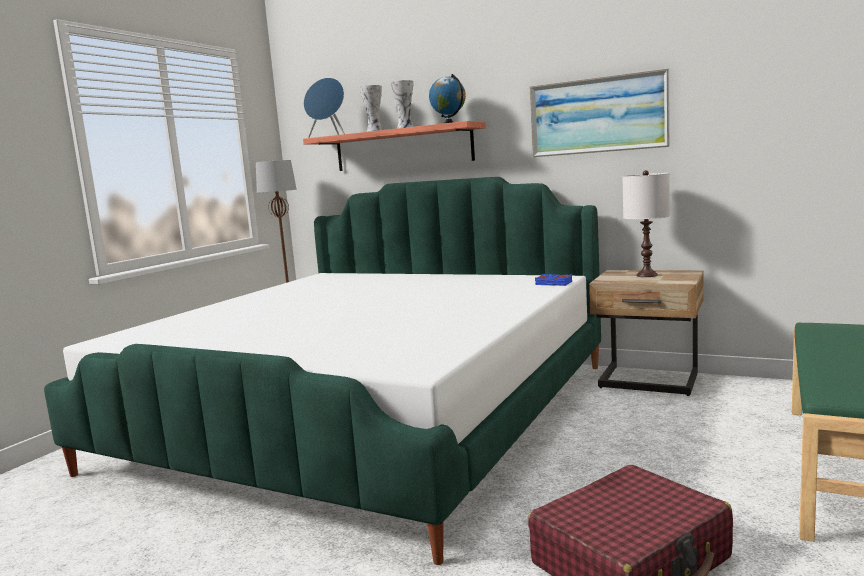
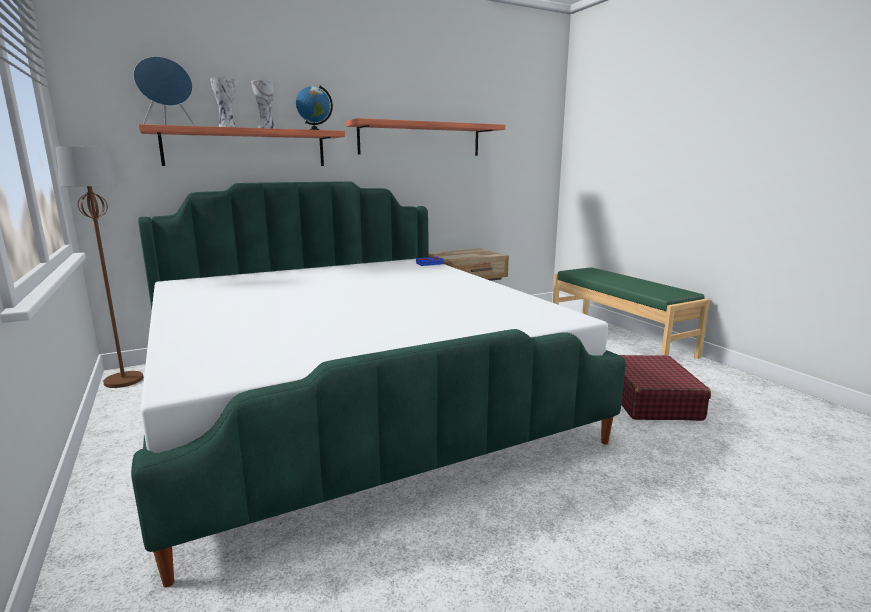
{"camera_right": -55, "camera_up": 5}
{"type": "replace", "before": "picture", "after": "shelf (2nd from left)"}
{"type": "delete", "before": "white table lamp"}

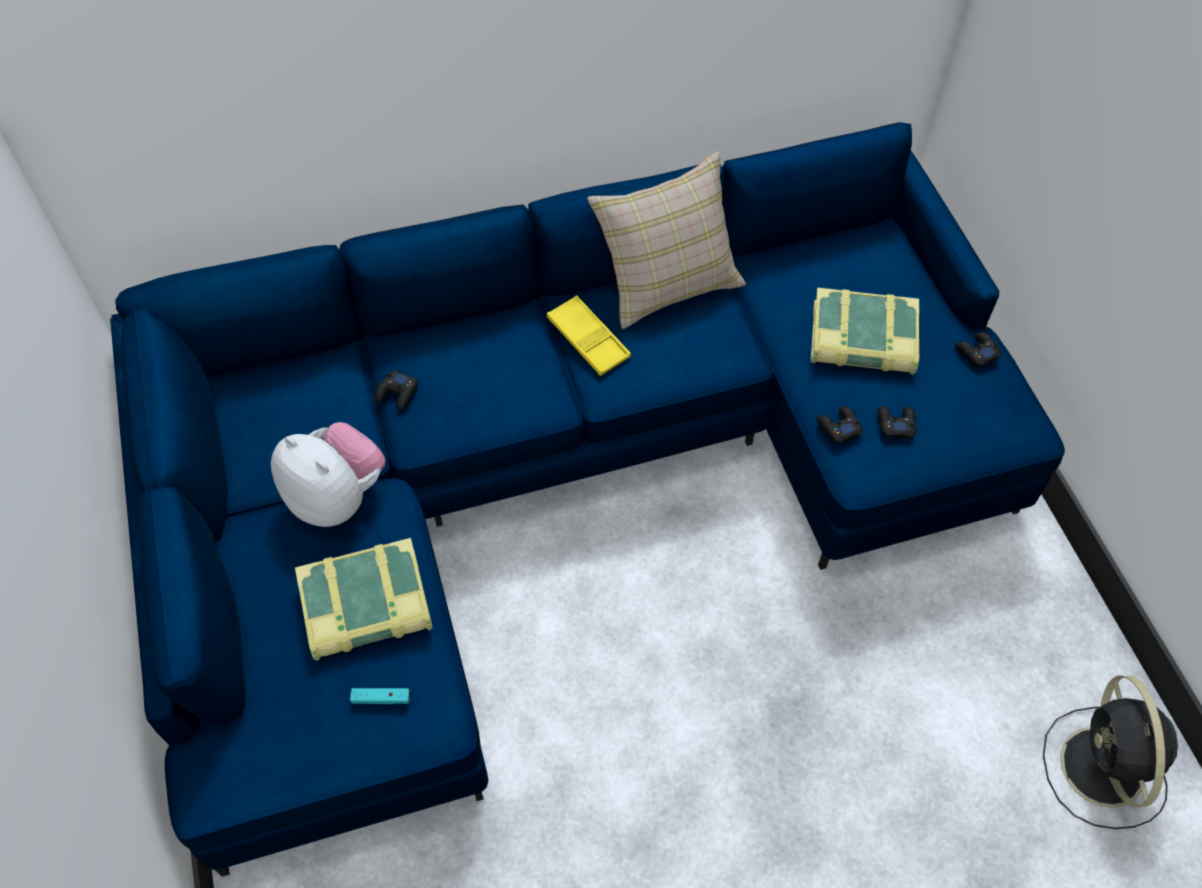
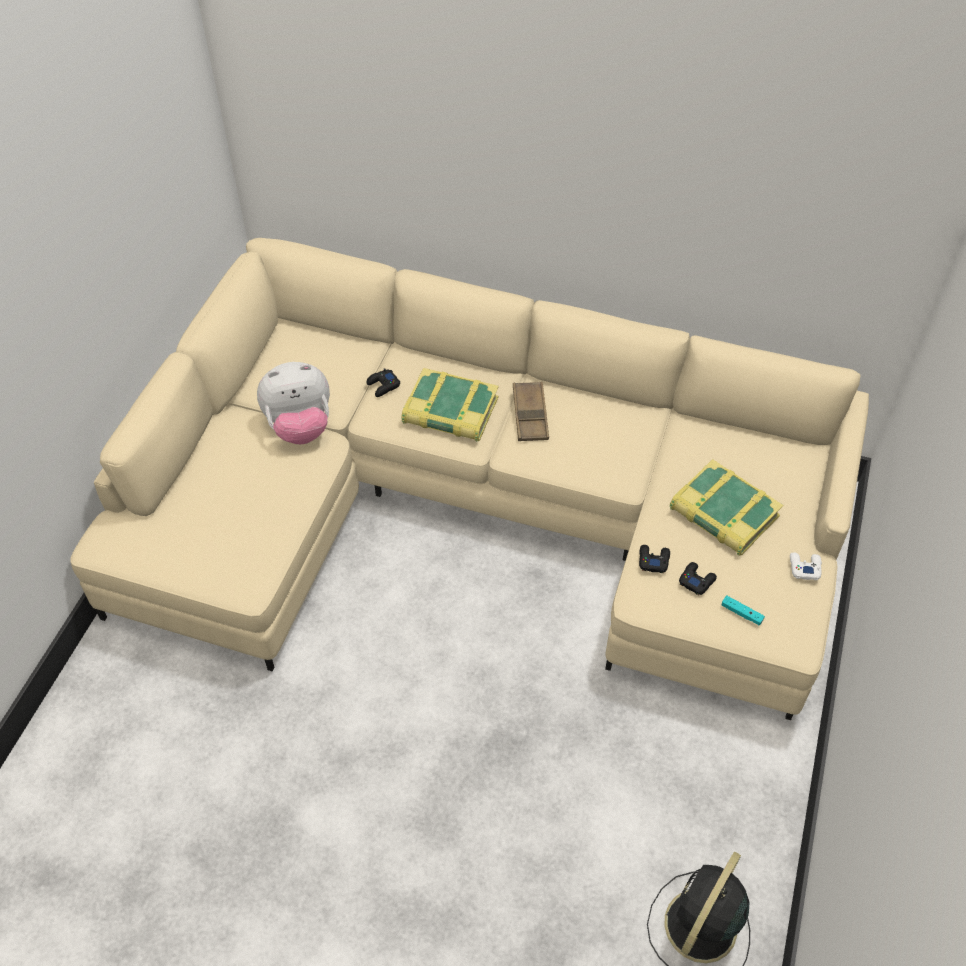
{"camera_right": 35, "camera_up": -5}
{"type": "recolor", "before": "blue sofa", "after": "beige sofa"}
{"type": "rotate", "before": "plush toy", "turn": 90}
{"type": "move", "before": "book (1st from left)"}
{"type": "recolor", "before": "yellow tray", "after": "brown tray"}
{"type": "move", "before": "turquoise game controller"}
{"type": "recolor", "before": "black game controller (4th from left)", "after": "white game controller"}
{"type": "delete", "before": "beige pillow"}

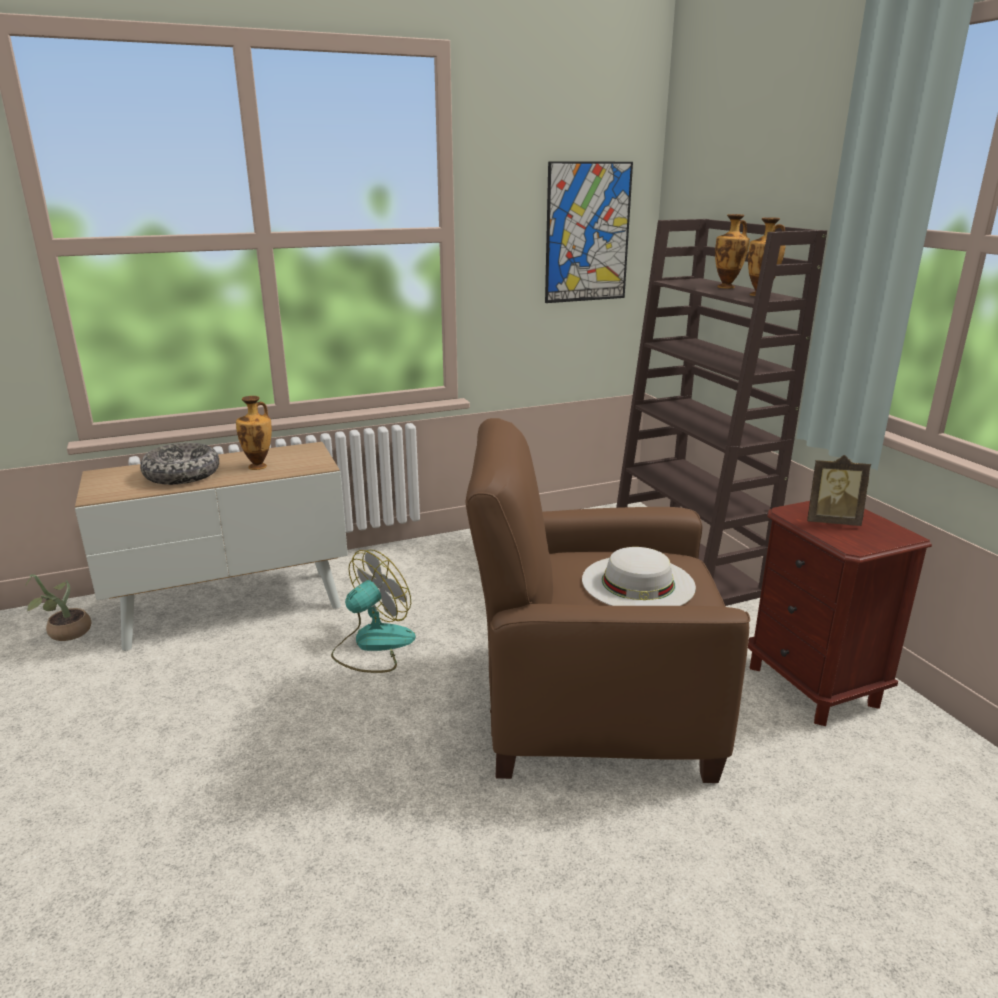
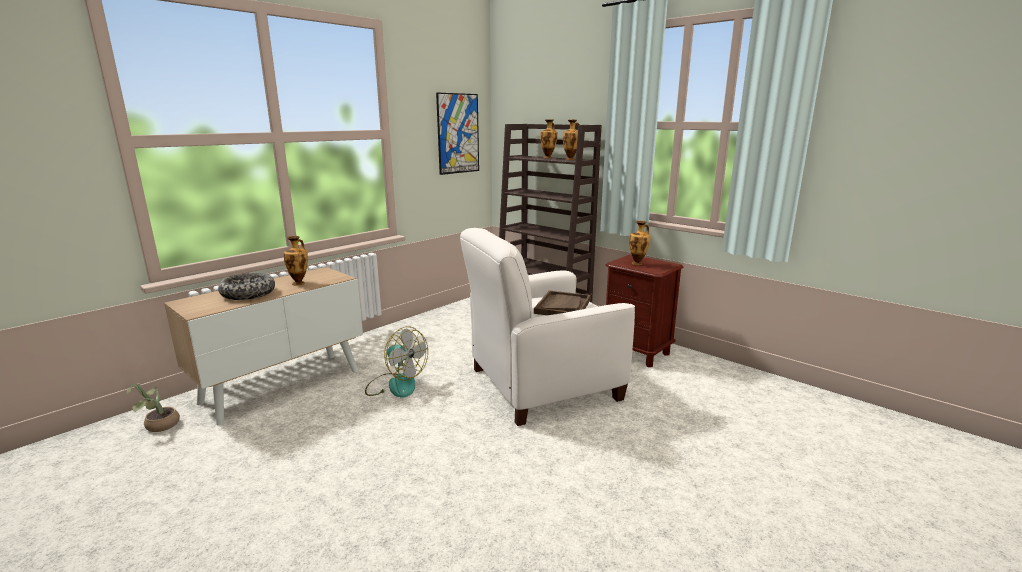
{"camera_right": -25, "camera_up": -5}
{"type": "rotate", "before": "fan", "turn": 105}
{"type": "recolor", "before": "brown armchair", "after": "white armchair"}
{"type": "replace", "before": "white hat", "after": "brown tray"}
{"type": "replace", "before": "picture frame", "after": "vase (4th from left)"}

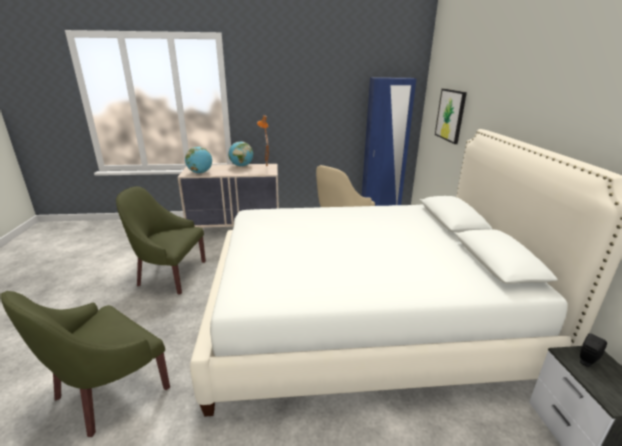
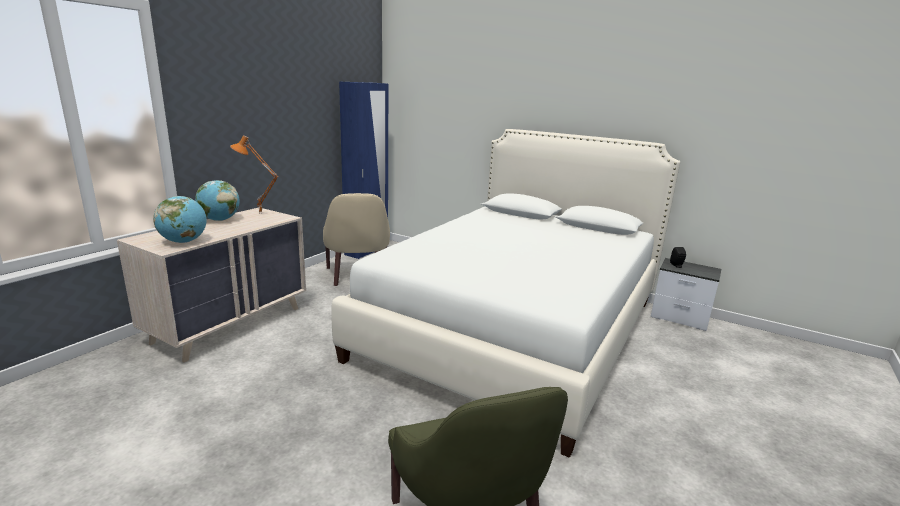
{"camera_right": -55, "camera_up": -5}
{"type": "delete", "before": "green armchair (2nd from left)"}
{"type": "delete", "before": "picture"}

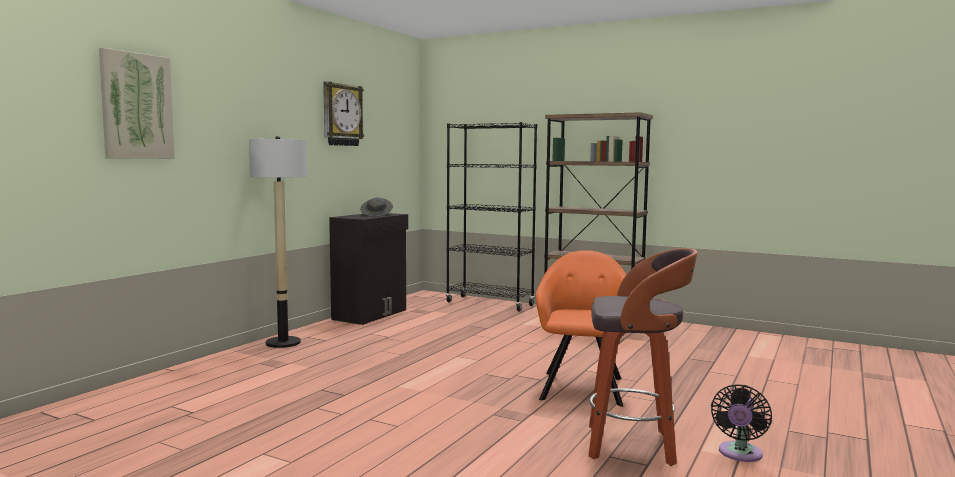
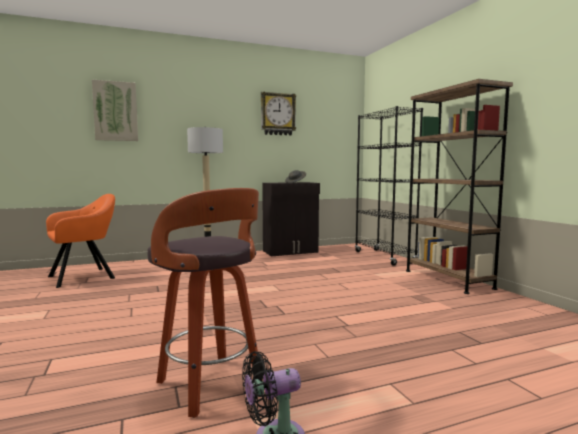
{"camera_right": 40, "camera_up": 0}
{"type": "move", "before": "orange armchair"}

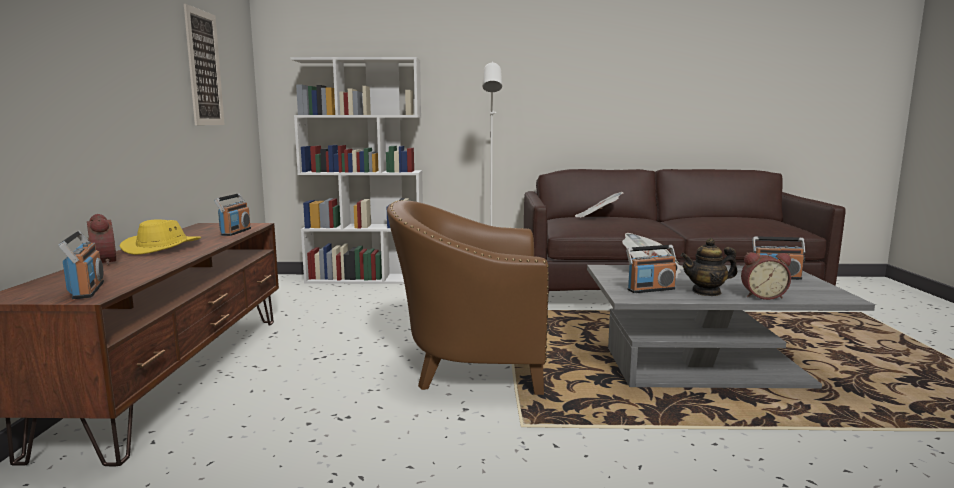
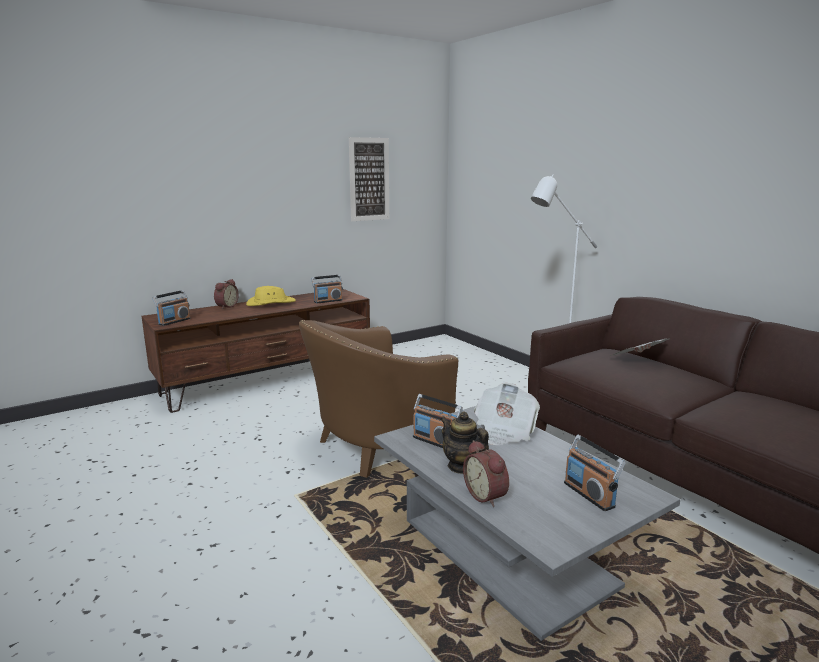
{"camera_right": 55, "camera_up": 5}
{"type": "rotate", "before": "brown armchair", "turn": -90}
{"type": "delete", "before": "white bookcase"}

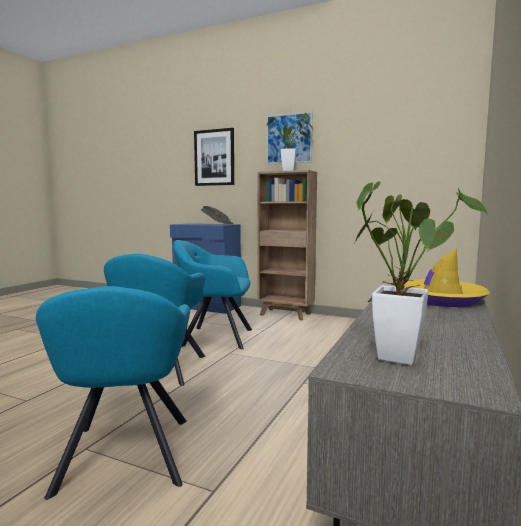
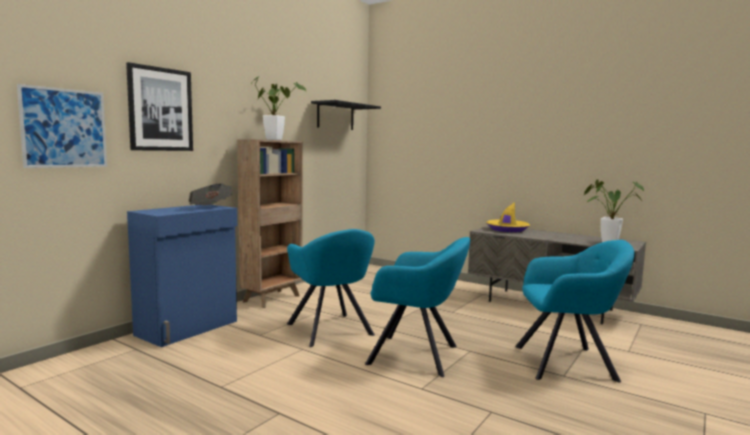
{"camera_right": -80, "camera_up": 0}
{"type": "move", "before": "picture (2nd from left in the first image)", "after": "picture (1st from left)"}
{"type": "rotate", "before": "turquoise armchair (3rd from left in the first image)", "turn": -45}
{"type": "insert", "after": "black shelf"}

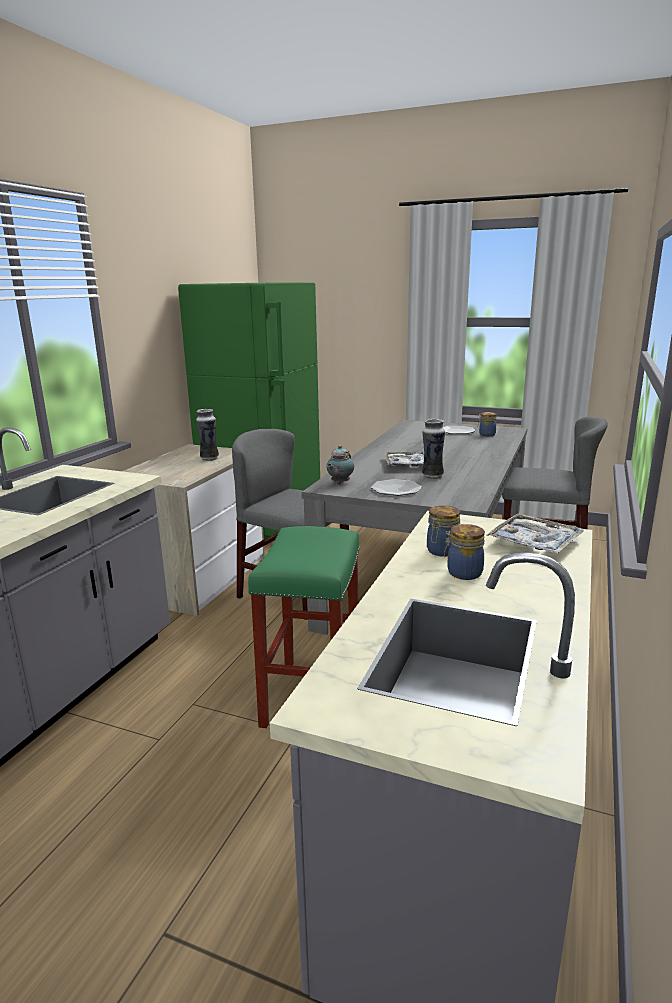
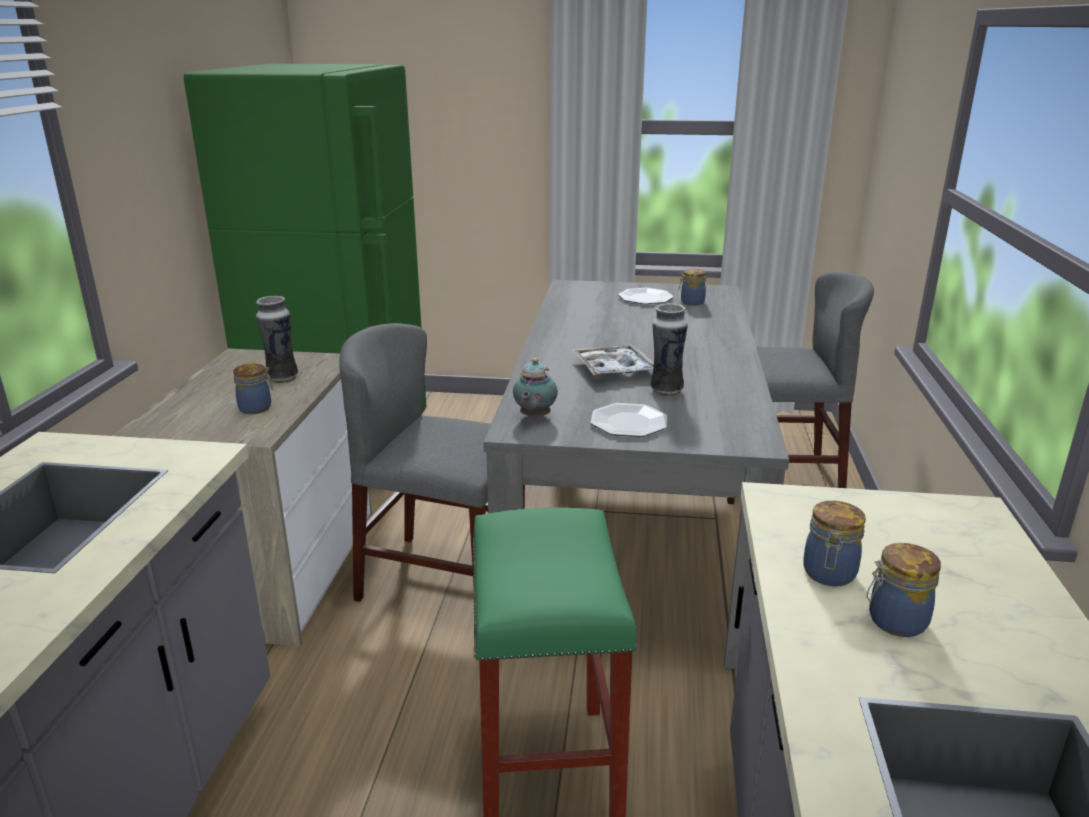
{"camera_right": -15, "camera_up": 5}
{"type": "insert", "after": "jar (1st from left)"}
{"type": "delete", "before": "tray (2nd from left)"}

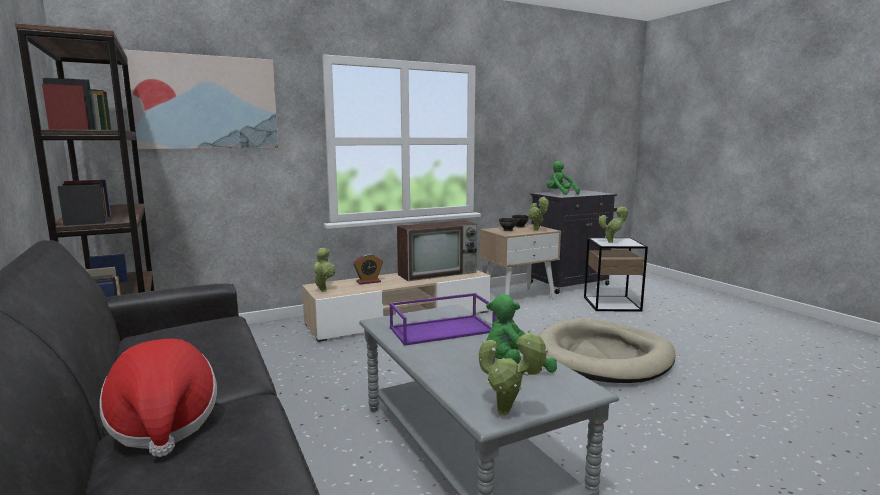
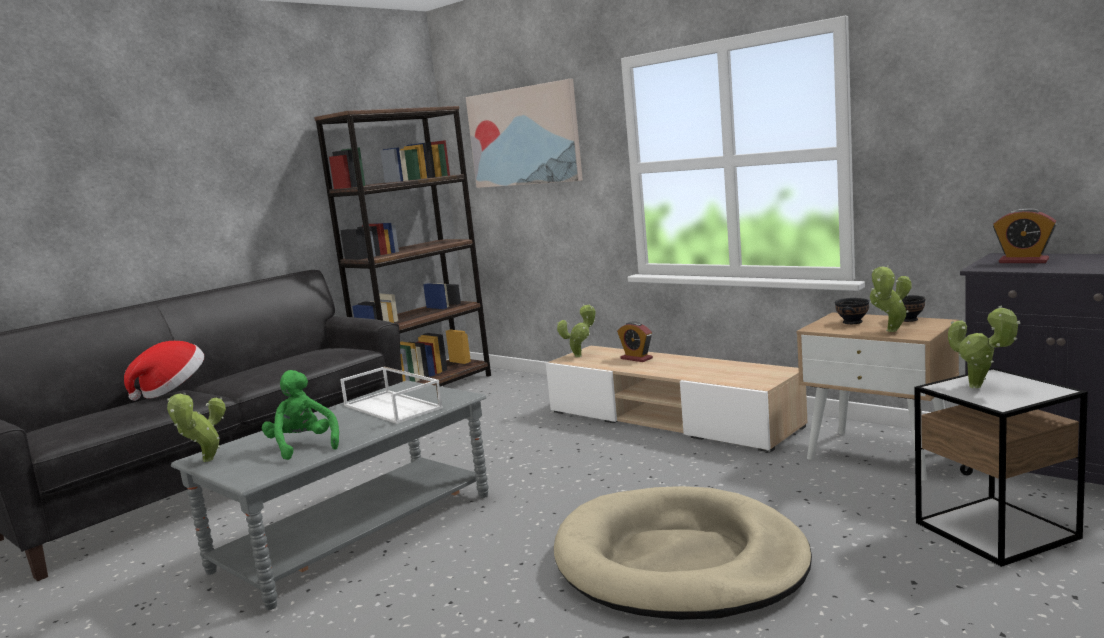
{"camera_right": 70, "camera_up": 0}
{"type": "recolor", "before": "purple tray", "after": "white tray"}
{"type": "replace", "before": "green plush toy (2nd from left)", "after": "alarm clock (2nd from left)"}
{"type": "delete", "before": "television"}

